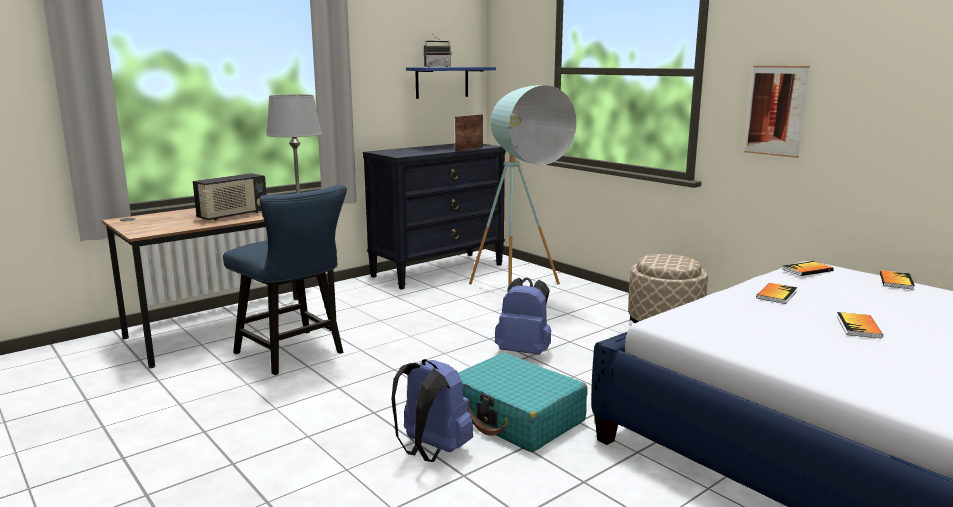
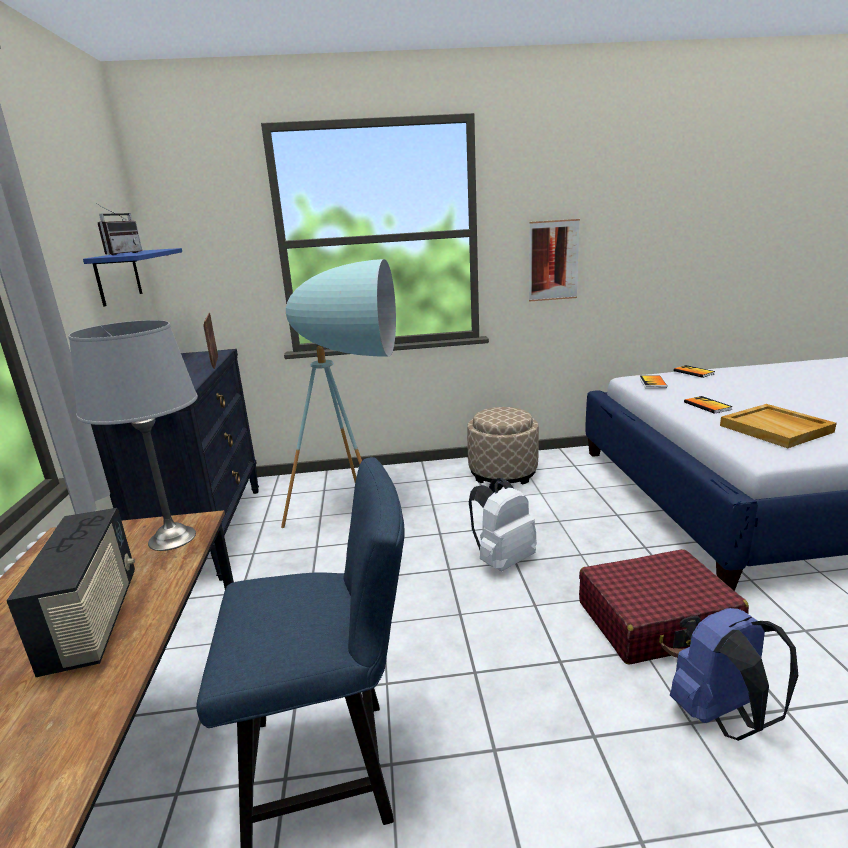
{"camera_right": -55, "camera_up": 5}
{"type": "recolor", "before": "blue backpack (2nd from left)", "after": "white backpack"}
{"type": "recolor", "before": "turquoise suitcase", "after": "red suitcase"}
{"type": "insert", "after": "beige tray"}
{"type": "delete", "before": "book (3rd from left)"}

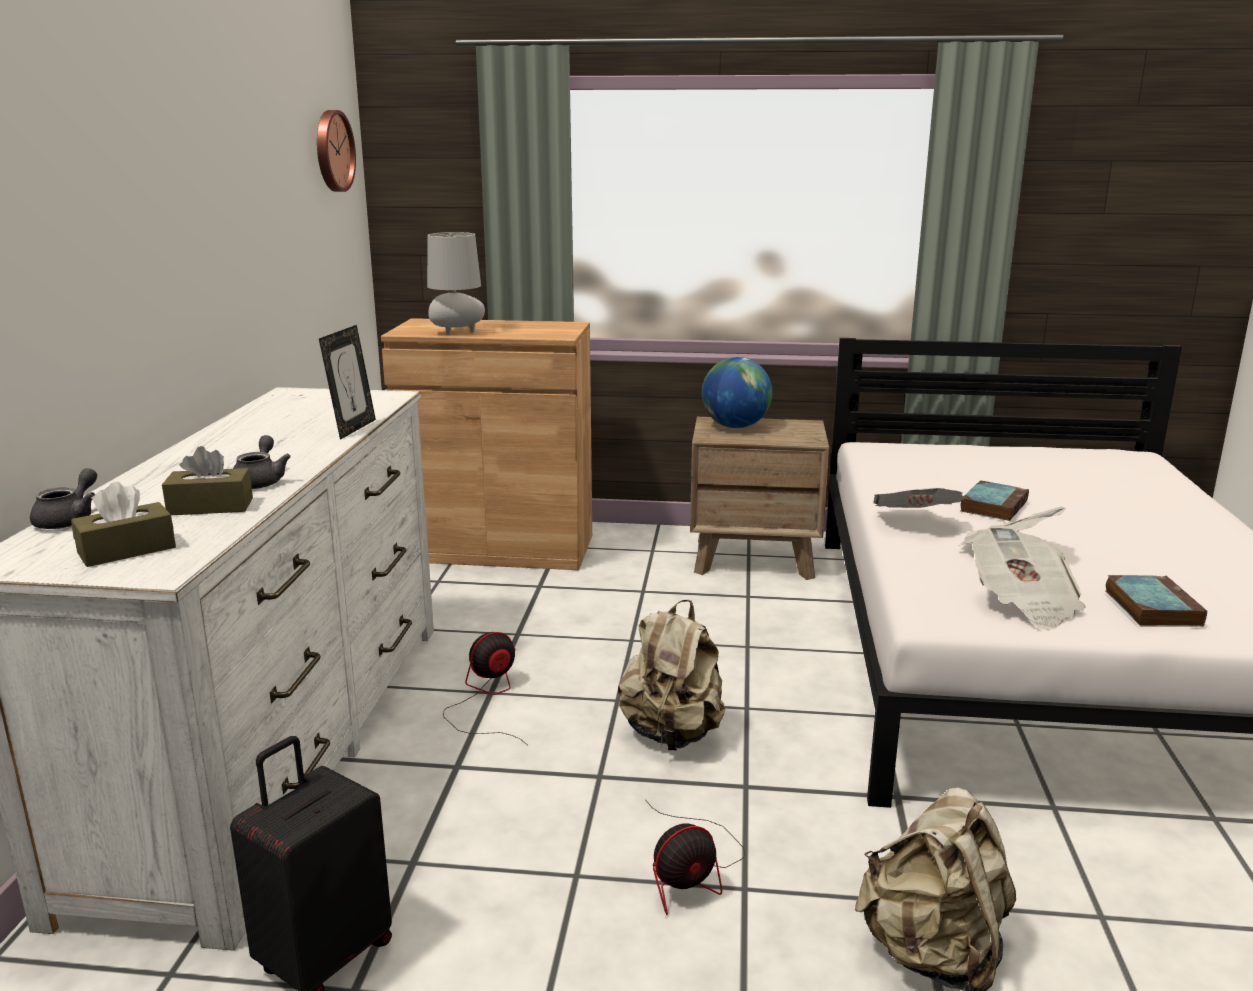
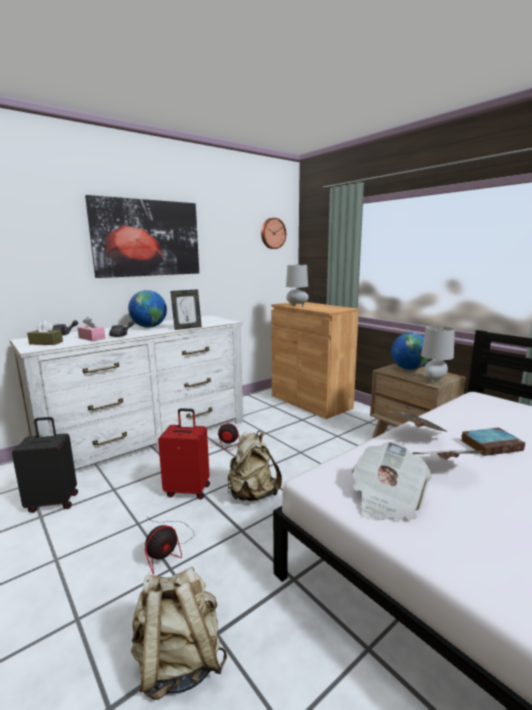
{"camera_right": 45, "camera_up": -5}
{"type": "recolor", "before": "brown tissue box (2nd from left)", "after": "pink tissue box"}
{"type": "insert", "after": "picture"}
{"type": "insert", "after": "globe (1st from left)"}
{"type": "rotate", "before": "fan (2nd from left in the first image)", "turn": -60}
{"type": "insert", "after": "red suitcase"}
{"type": "insert", "after": "grey table lamp (2nd from left)"}
{"type": "delete", "before": "book (2nd from left)"}

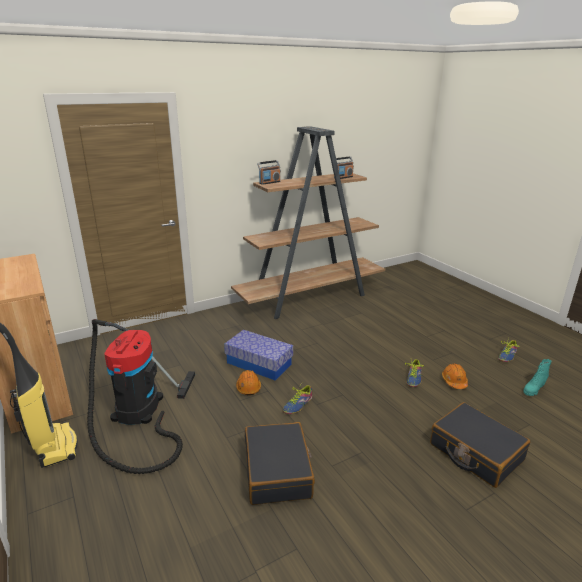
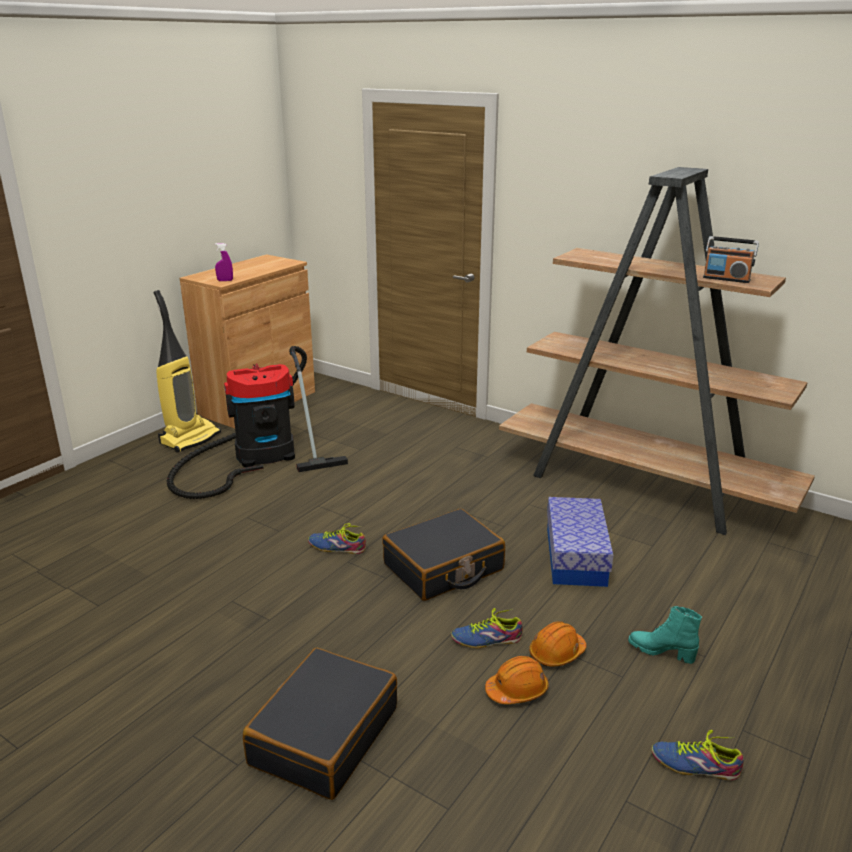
{"camera_right": 65, "camera_up": 0}
{"type": "insert", "after": "purple spray bottle"}
{"type": "move", "before": "black suitcase (1st from left in the first image)", "after": "black suitcase (2nd from left)"}
{"type": "move", "before": "orange hard hat (1st from left in the first image)", "after": "orange hard hat (2nd from left)"}
{"type": "move", "before": "storage box"}
{"type": "move", "before": "turquoise boot"}
{"type": "delete", "before": "radio (1st from left)"}

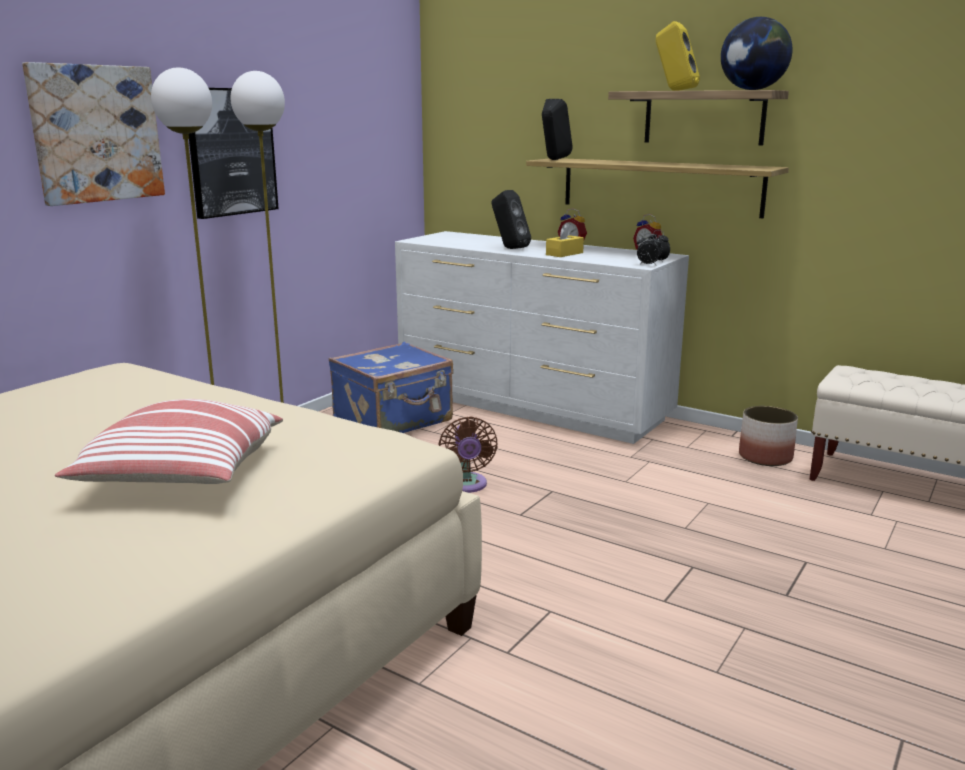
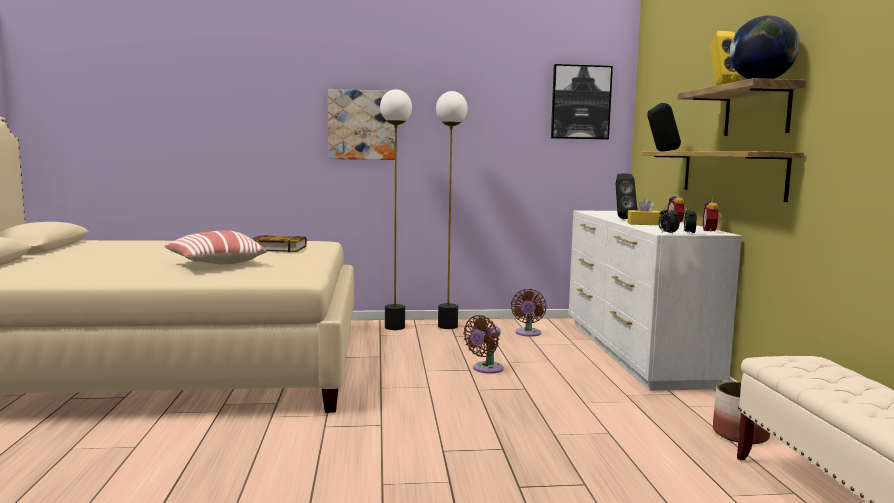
{"camera_right": 50, "camera_up": -10}
{"type": "insert", "after": "book"}
{"type": "replace", "before": "blue suitcase", "after": "brown fan (2nd from left)"}
{"type": "move", "before": "picture (2nd from left)"}

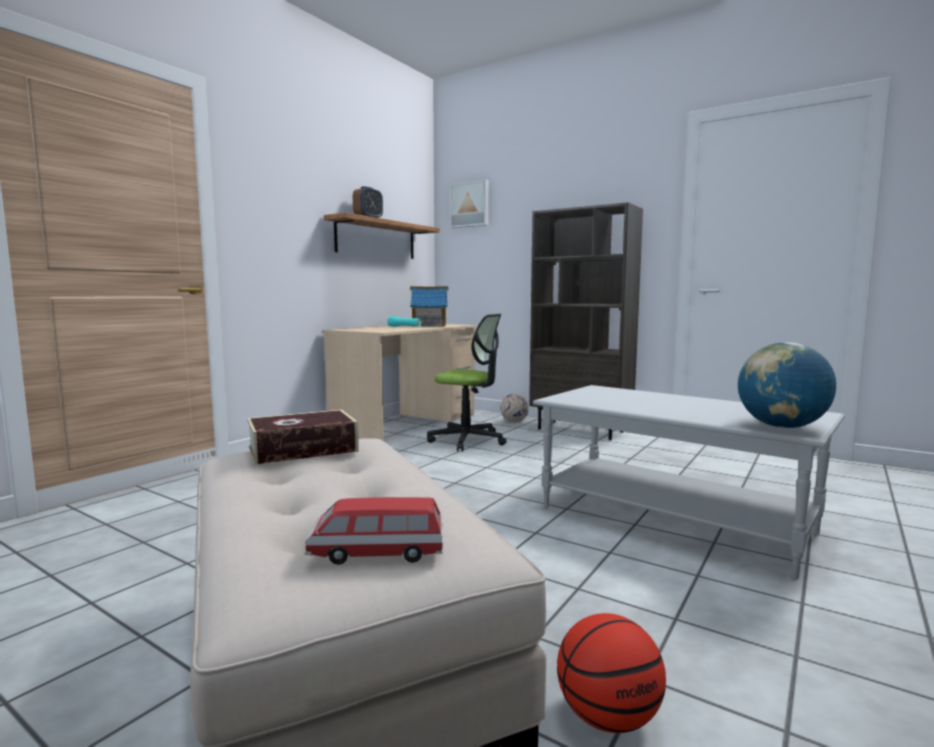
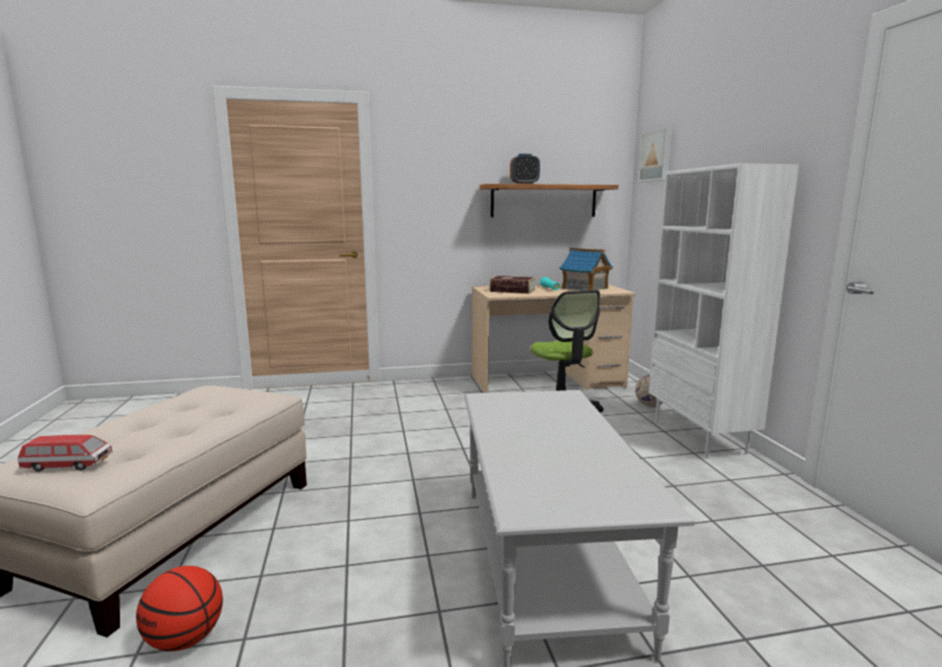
{"camera_right": 45, "camera_up": 5}
{"type": "rotate", "before": "toy car", "turn": 135}
{"type": "move", "before": "book"}
{"type": "recolor", "before": "brown bookcase", "after": "white bookcase"}
{"type": "delete", "before": "globe"}

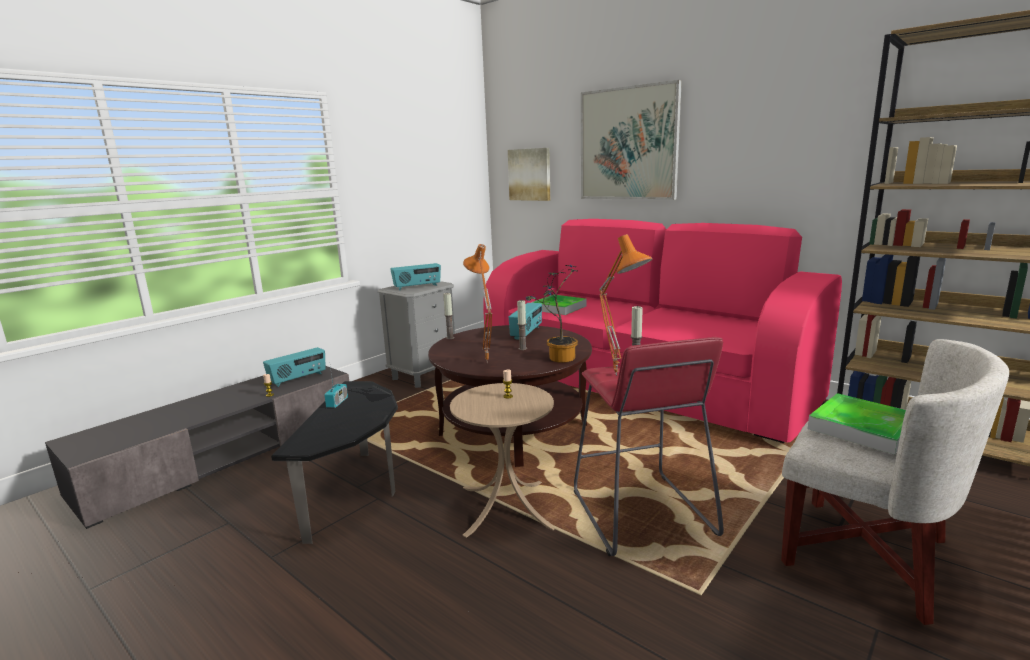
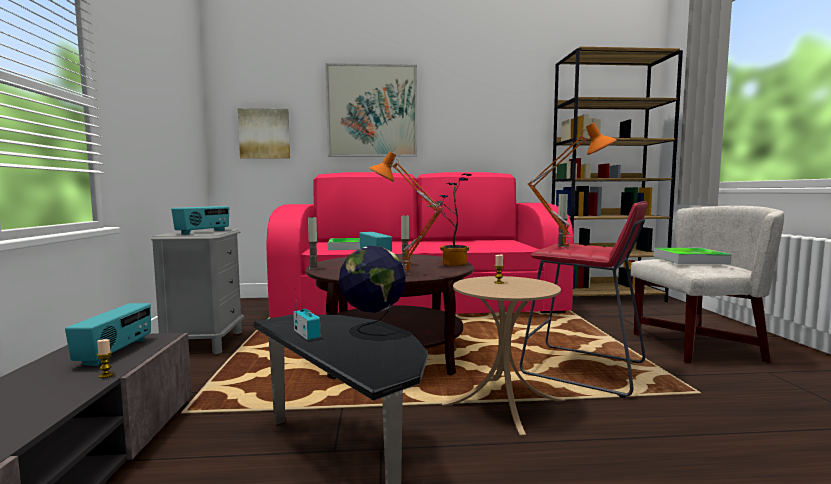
{"camera_right": -45, "camera_up": -10}
{"type": "insert", "after": "globe"}

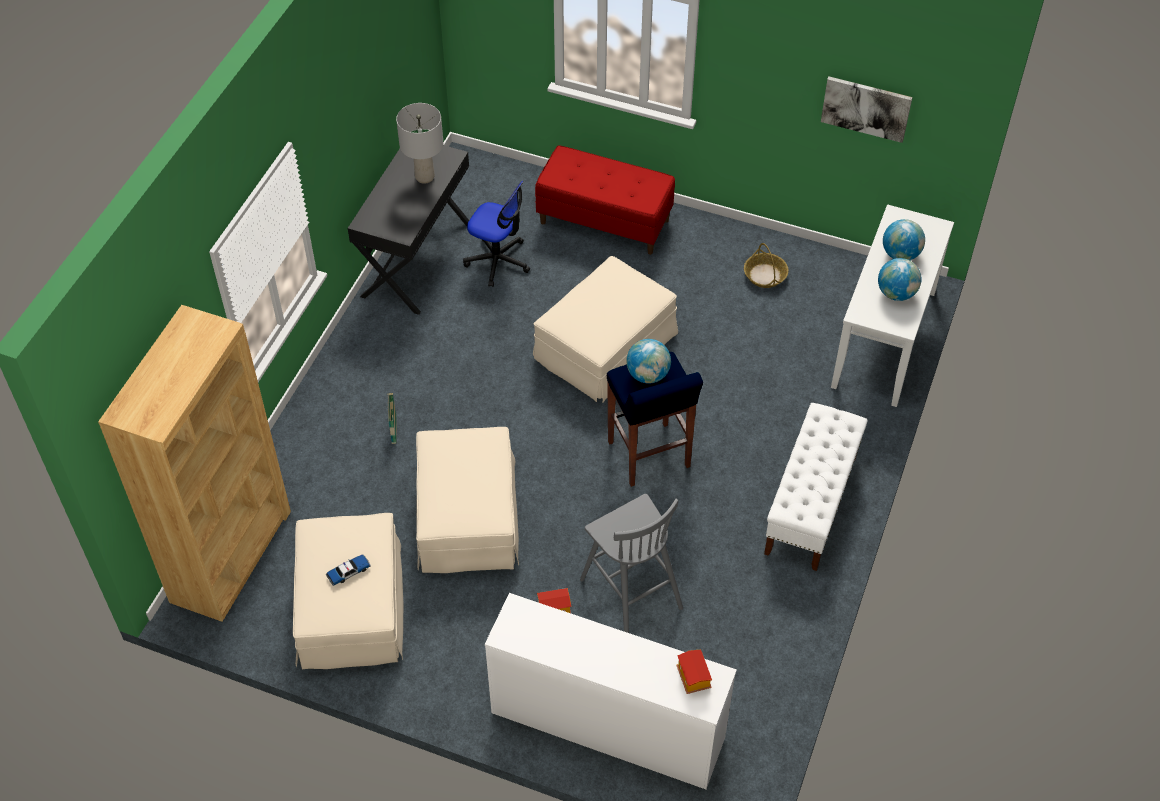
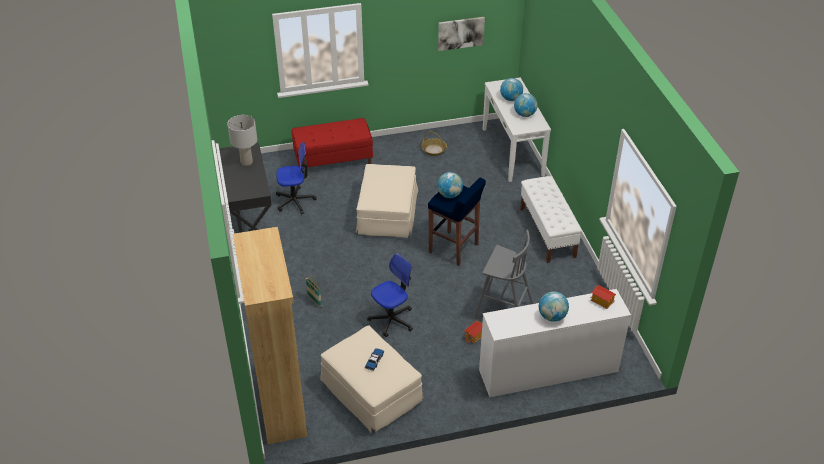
{"camera_right": -35, "camera_up": -10}
{"type": "replace", "before": "beige ottoman (2nd from left)", "after": "office chair (2nd from left)"}
{"type": "insert", "after": "globe (4th from left)"}

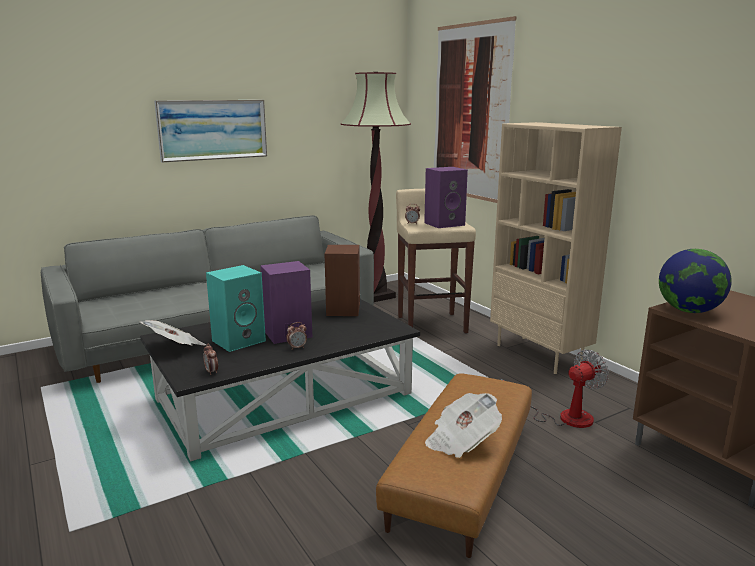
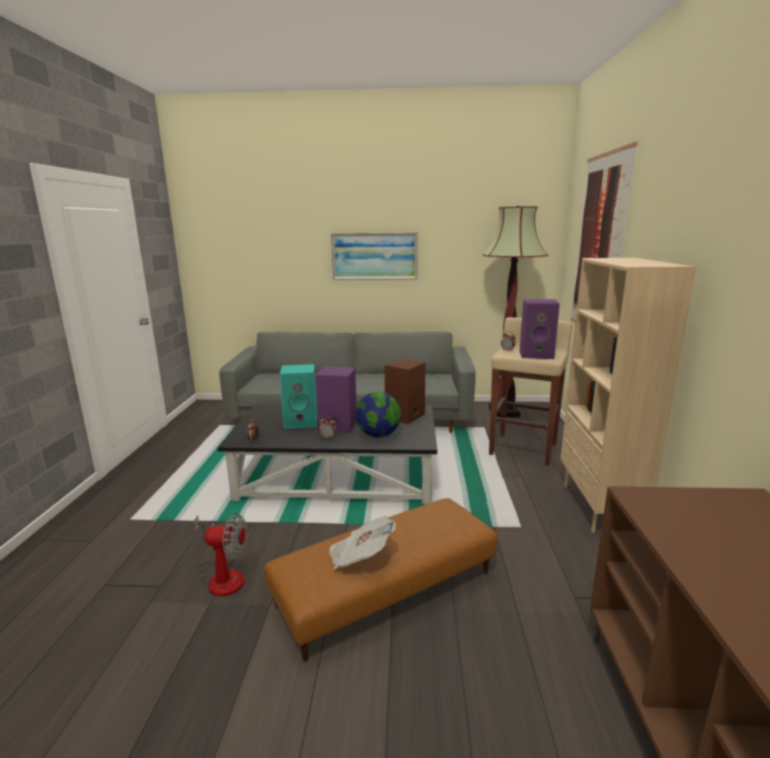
{"camera_right": 35, "camera_up": 0}
{"type": "move", "before": "fan"}
{"type": "move", "before": "globe"}
{"type": "delete", "before": "newspaper (1st from left)"}

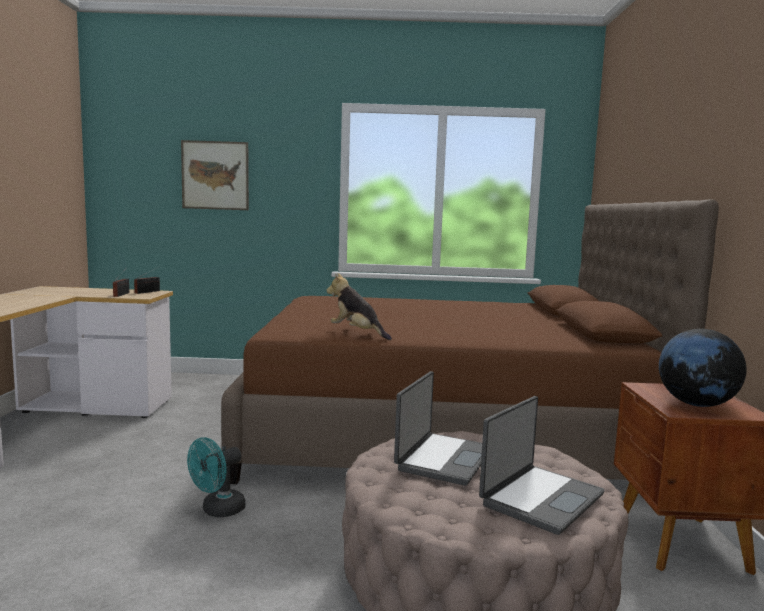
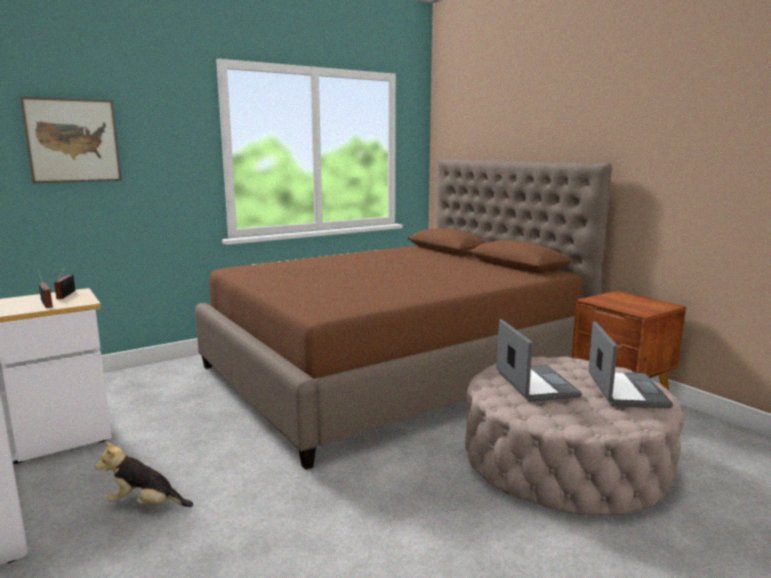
{"camera_right": -35, "camera_up": 5}
{"type": "move", "before": "plush toy"}
{"type": "delete", "before": "turquoise fan"}
{"type": "delete", "before": "globe"}

